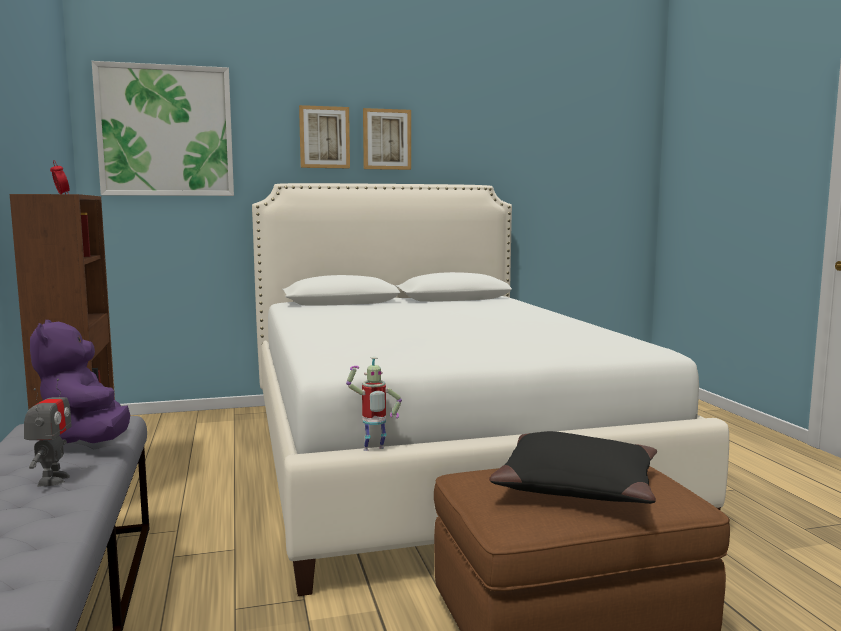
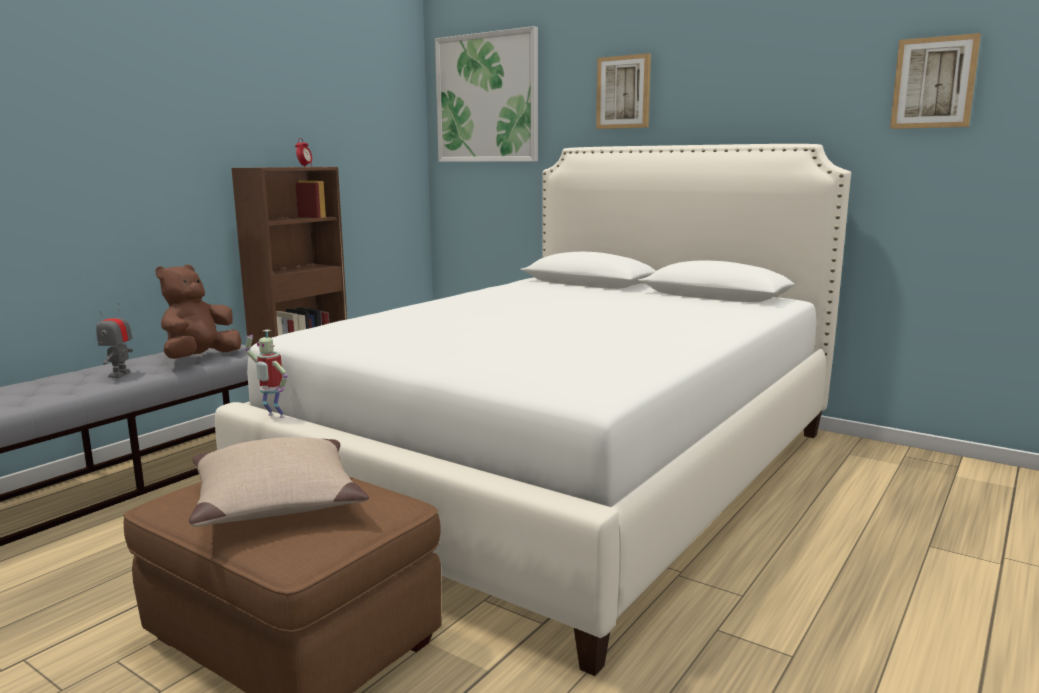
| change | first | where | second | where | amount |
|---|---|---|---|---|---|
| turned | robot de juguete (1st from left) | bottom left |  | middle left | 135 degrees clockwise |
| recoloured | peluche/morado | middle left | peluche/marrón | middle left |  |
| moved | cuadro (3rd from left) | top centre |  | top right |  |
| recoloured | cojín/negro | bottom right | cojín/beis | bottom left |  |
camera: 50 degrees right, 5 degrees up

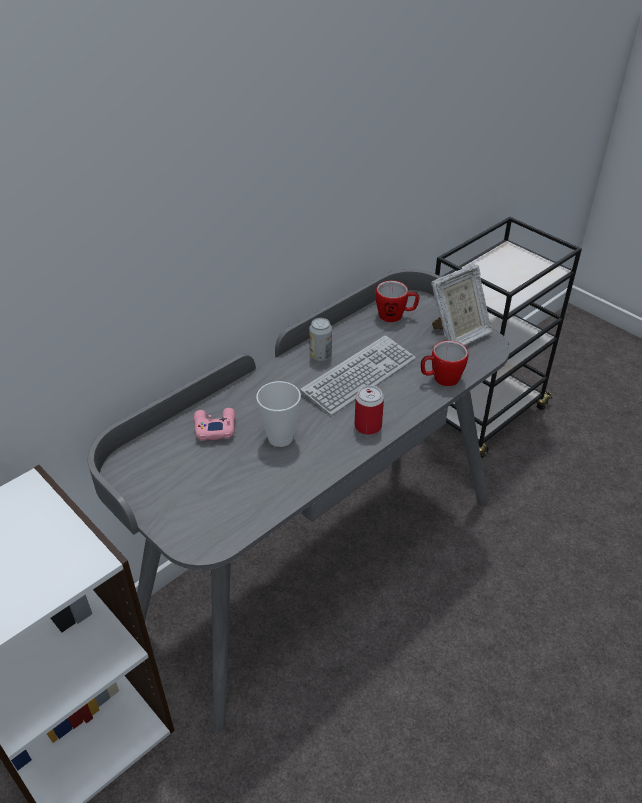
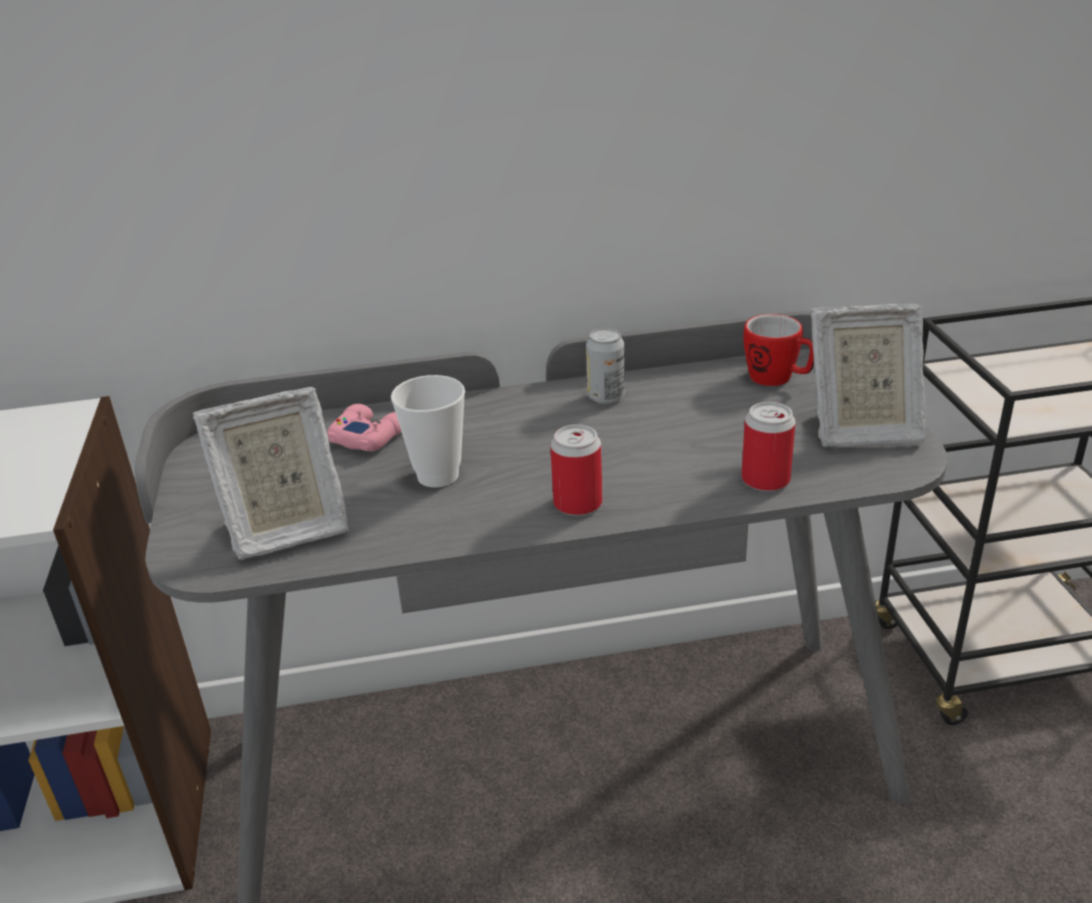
| change | first | where | second | where | amount |
|---|---|---|---|---|---|
| removed | teclado | centre |  |  |  |
| replaced | taza grande (2nd from left) | middle right | lata (3rd from left) | middle right |  |
| added |  |  | portarretratos (1st from left) | middle left |  |
camera: 35 degrees right, 10 degrees down

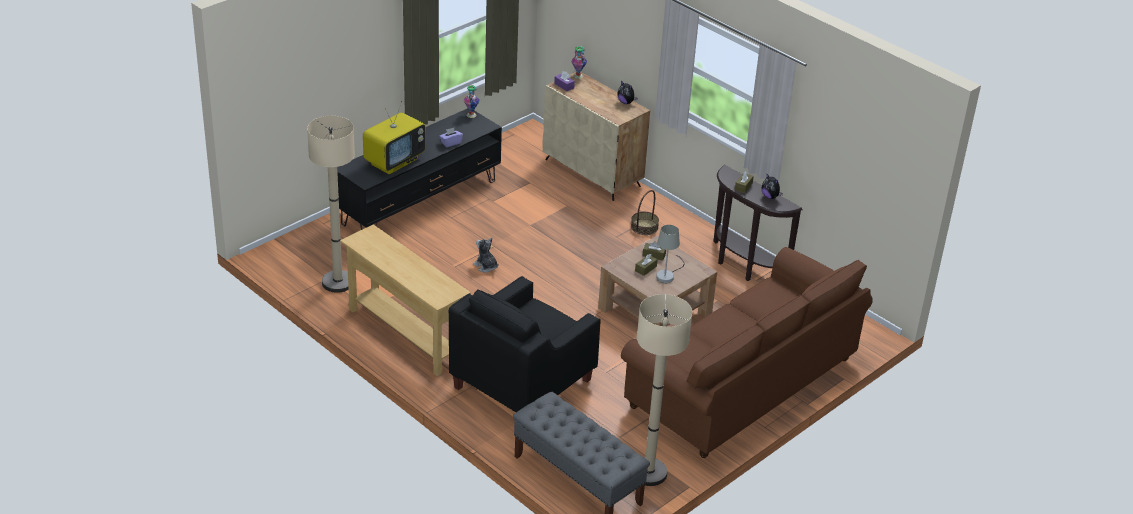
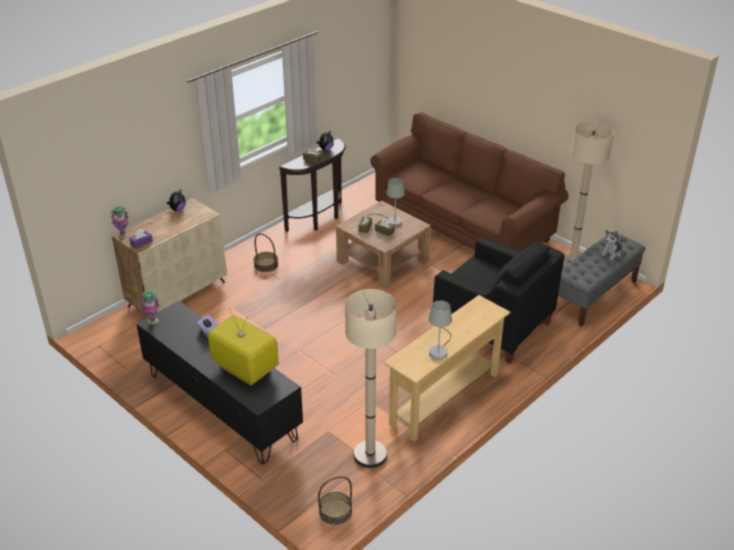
| change | first | where | second | where | amount |
|---|---|---|---|---|---|
| moved | peluche (1st from left in the first image) | centre | peluche (3rd from left) | middle right |  |
| added |  |  | cesta (2nd from left) | bottom centre |  |
| added |  |  | lámpara de mesa/gris (2nd from left) | centre |  |
camera: 90 degrees left, 0 degrees up

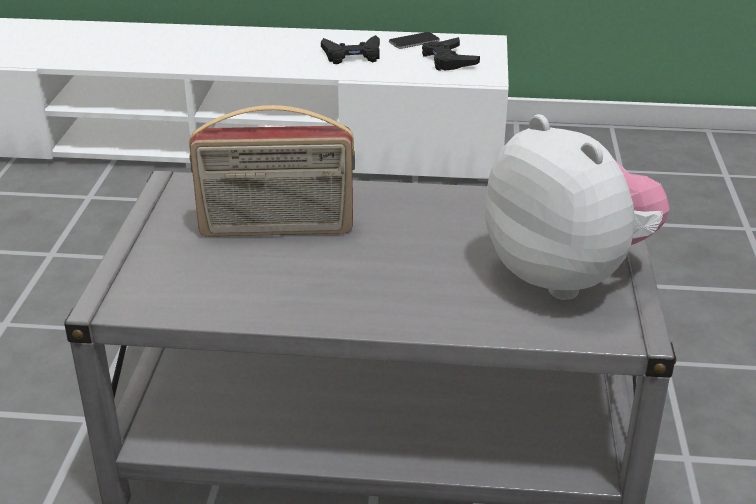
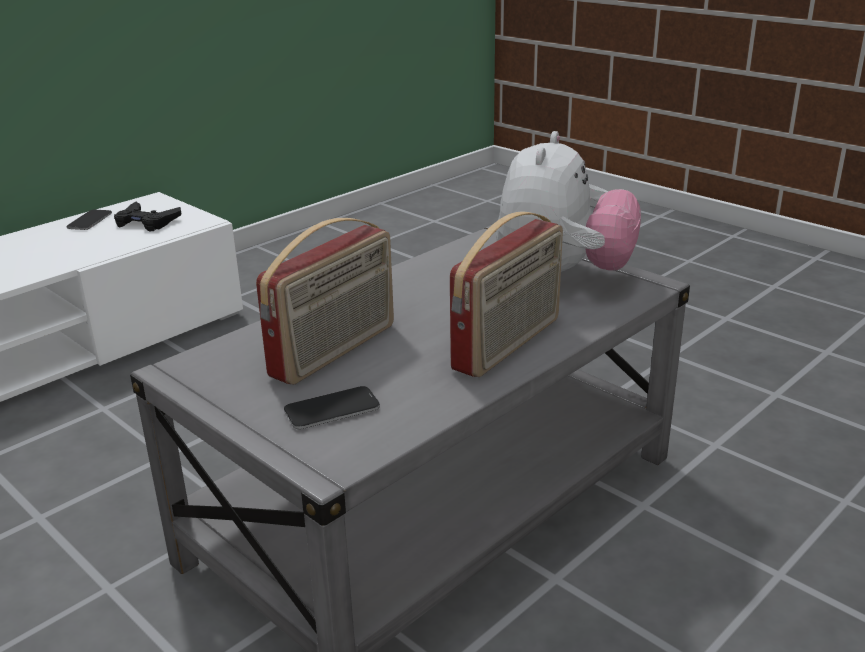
| change | first | where | second | where | amount |
|---|---|---|---|---|---|
| removed | mando de consola/negro (1st from left) | top centre |  |  |  |
| turned | peluche | middle right |  | top centre | 105 degrees clockwise |
| added |  |  | móvil (2nd from left) | centre |  |
| added |  |  | radio (2nd from left) | centre |  |
camera: 50 degrees left, 5 degrees down

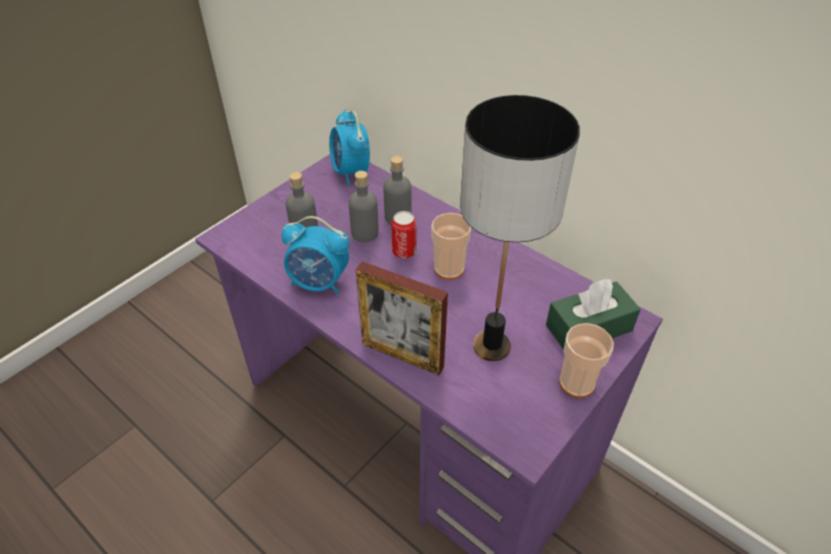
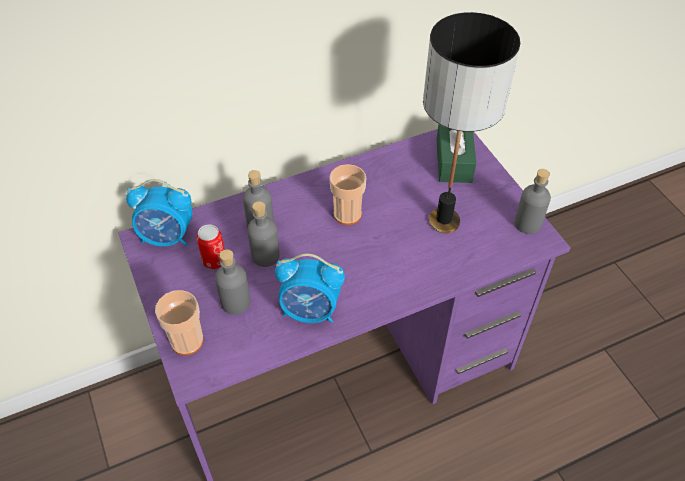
| change | first | where | second | where | amount |
|---|---|---|---|---|---|
| turned | despertador (1st from left in the first image) | centre | despertador (2nd from left) | centre | 60 degrees clockwise |
| removed | portarretratos | centre |  |  |  |
| moved | lata | centre |  | middle left |  |
| moved | taza (2nd from left in the first image) | middle right | taza (1st from left) | bottom left |  |
| added |  |  | botella/gris (4th from left) | middle right |  |
camera: 65 degrees left, 5 degrees up

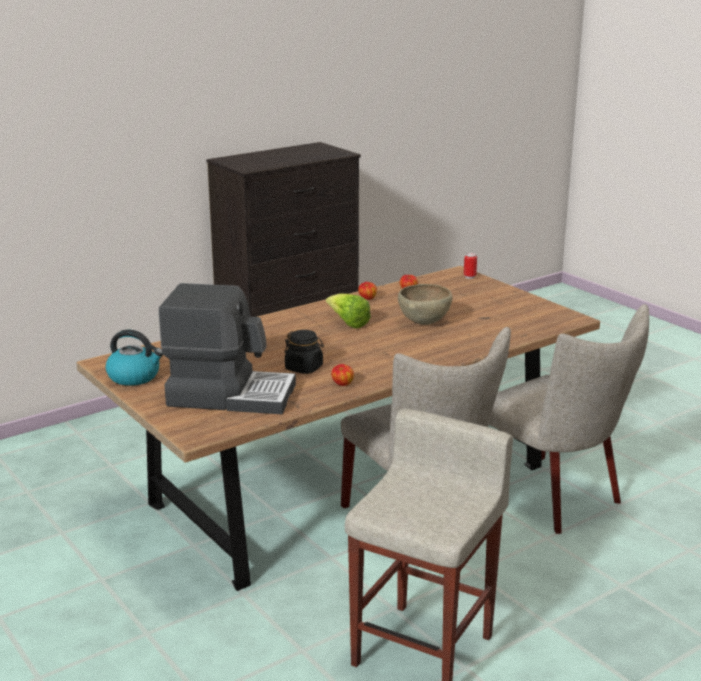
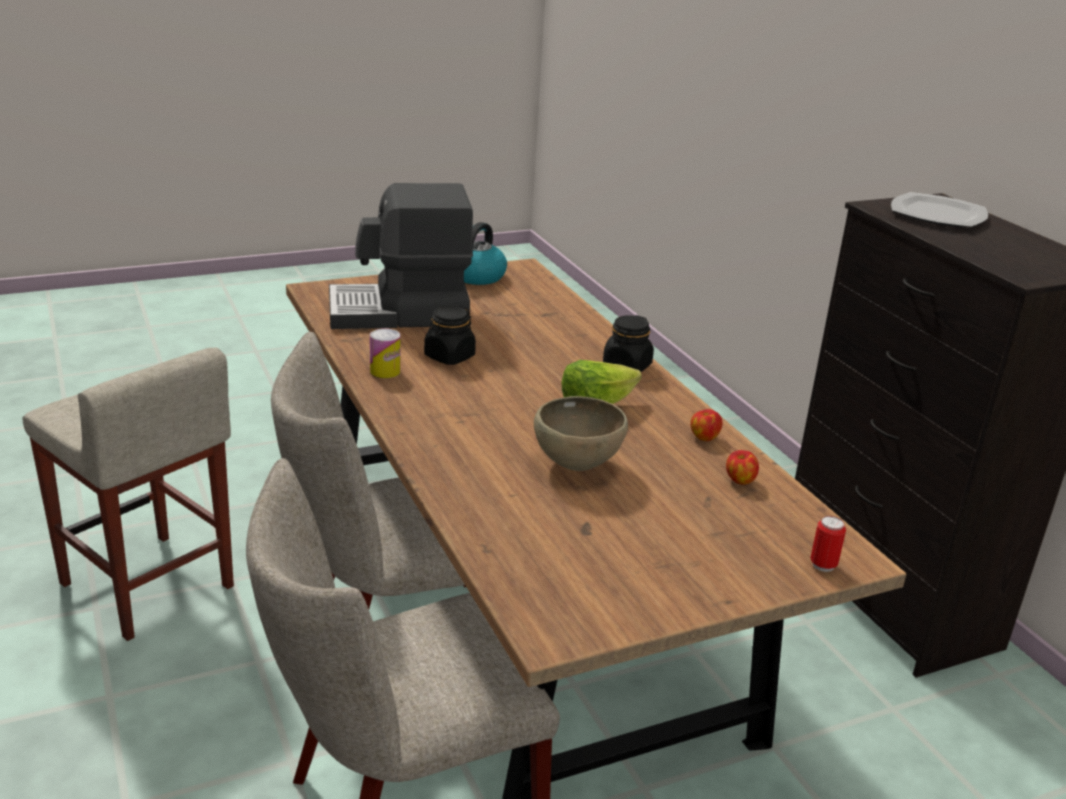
| change | first | where | second | where | amount |
|---|---|---|---|---|---|
| turned | cafetera | middle left |  | top centre | 60 degrees clockwise |
| replaced | manzana (1st from left) | centre | lata (1st from left) | centre |  |
| added |  |  | tarro/negro (2nd from left) | centre |  |
| added |  |  | plato | top right |  |
camera: 100 degrees right, 5 degrees up

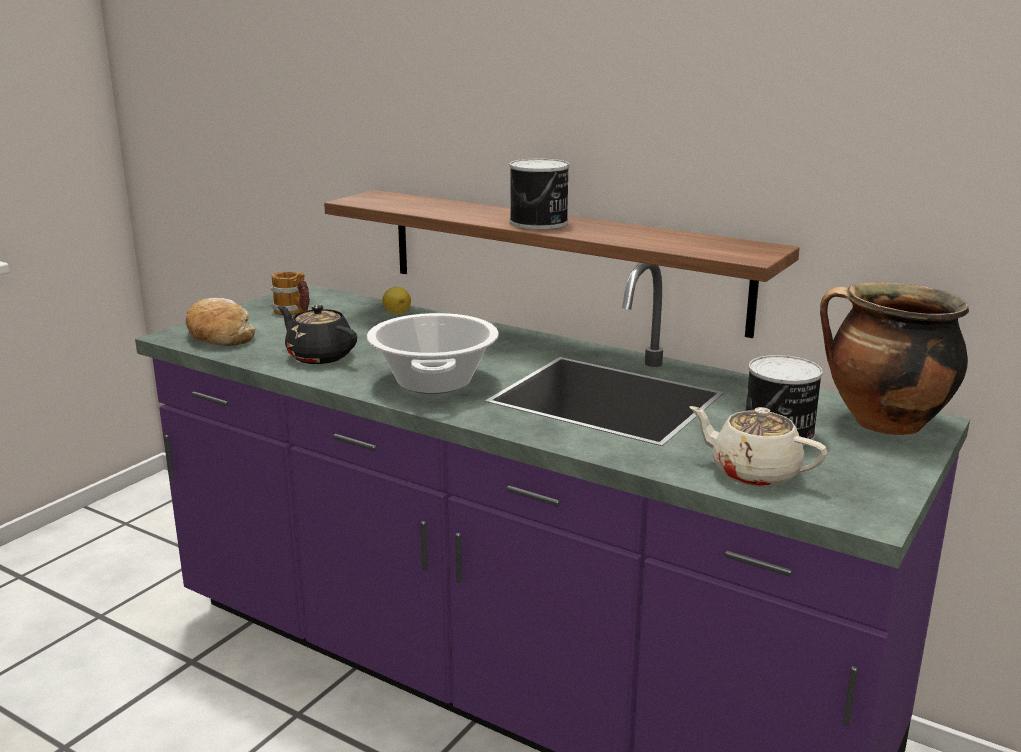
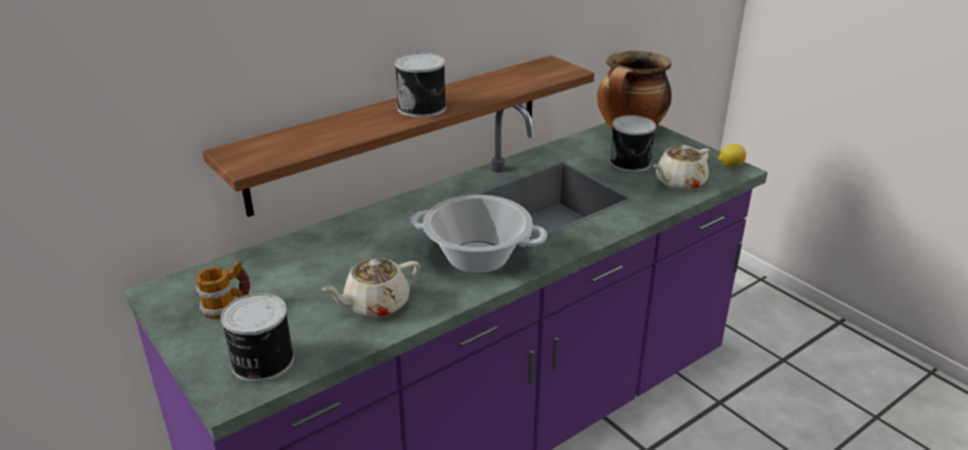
| change | first | where | second | where | amount |
|---|---|---|---|---|---|
| replaced | pan | middle left | lata (1st from left) | bottom left |  |
| recoloured | tetera/negro | middle left | tetera/beis (1st from left) | centre |  |
| moved | limón | centre |  | middle right |  |
camera: 70 degrees left, 10 degrees up

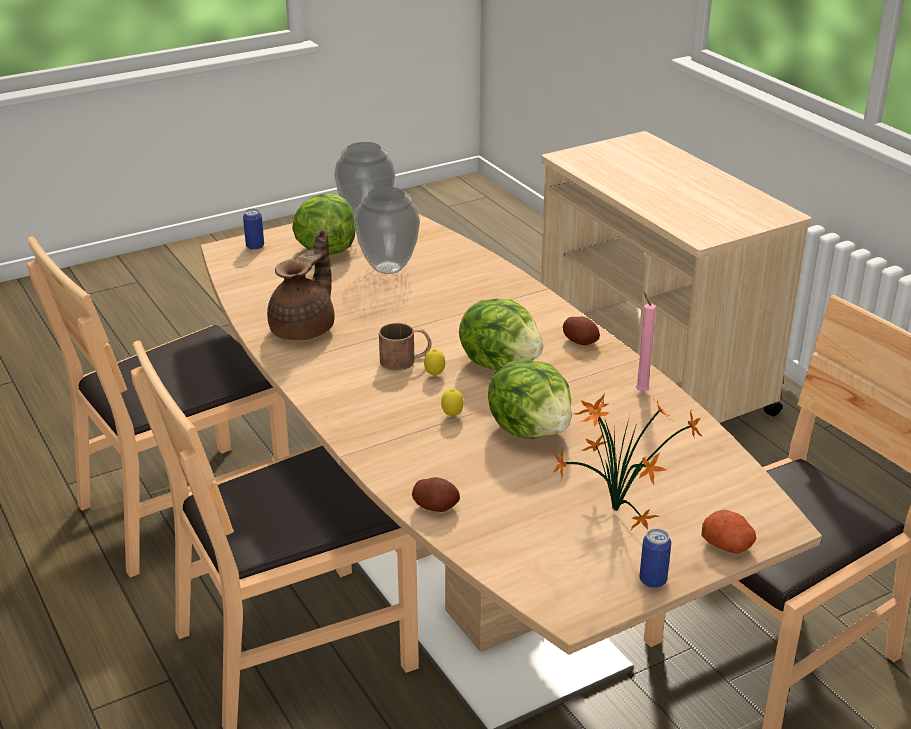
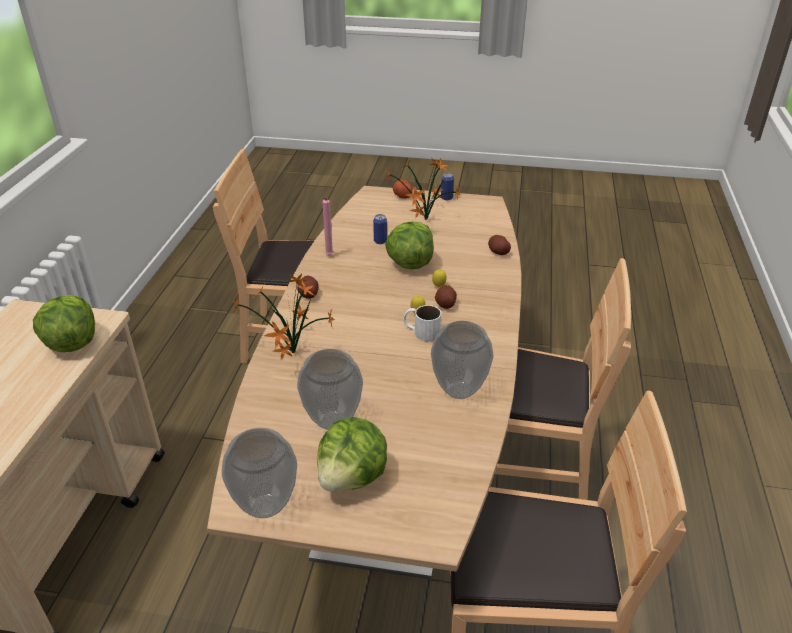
| change | first | where | second | where | amount |
|---|---|---|---|---|---|
| moved | lata (1st from left) | top left |  | centre |  |
| replaced | tetera/marrón | middle left | florero (3rd from left) | centre |  |
| recoloured | taza grande/marrón | centre | taza grande/blanco | centre |  |
| moved | lechuga (2nd from left in the first image) | centre | lechuga (1st from left) | middle left |  |
| added |  |  | planta en maceta (1st from left) | centre |  |
| added |  |  | patata (3rd from left) | centre |  |
camera: 140 degrees left, 5 degrees up

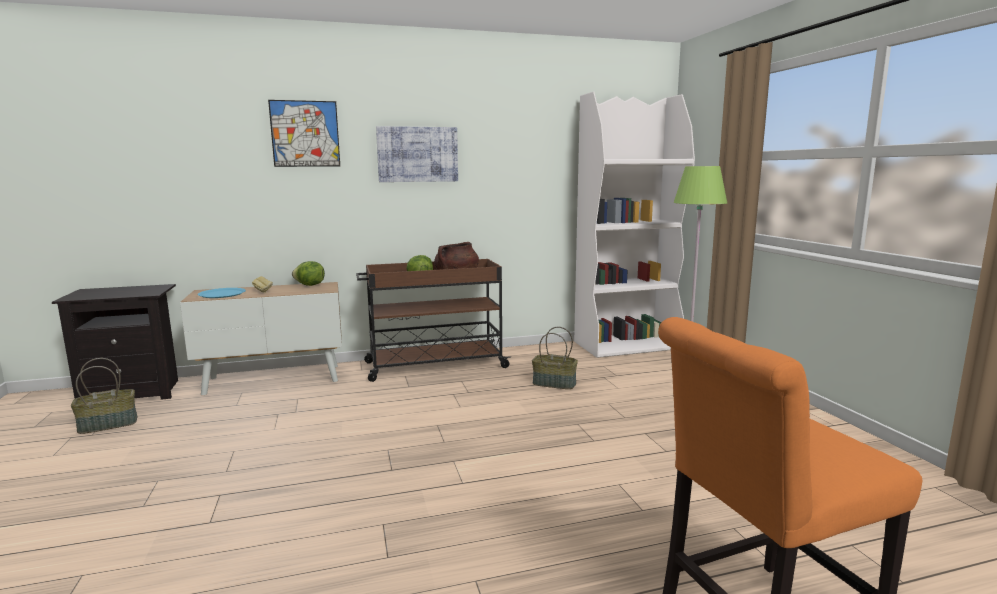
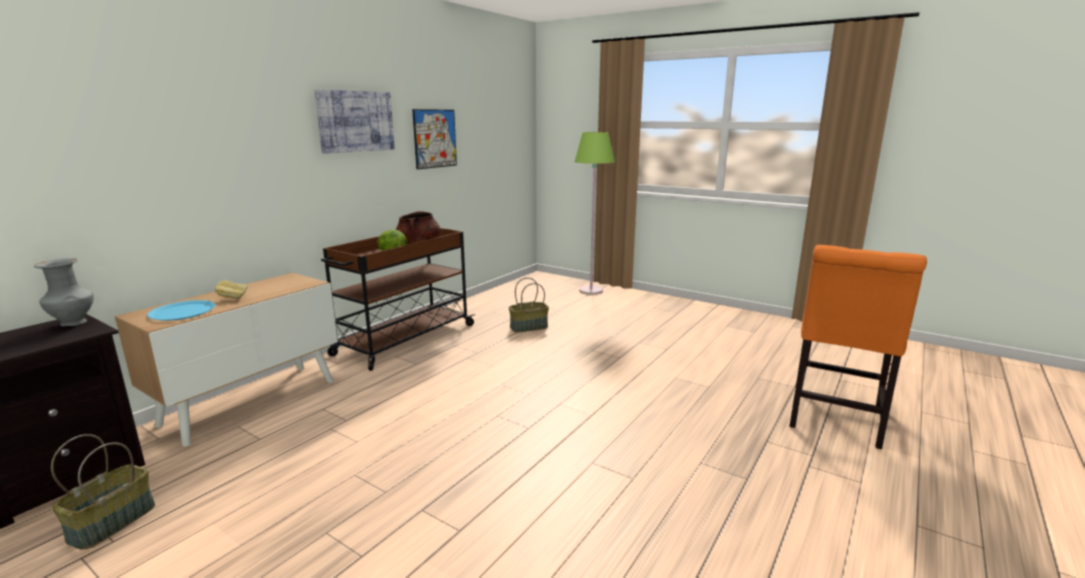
| change | first | where | second | where | amount |
|---|---|---|---|---|---|
| moved | cuadro (1st from left in the first image) | top left | cuadro (2nd from left) | top centre |  |
| removed | lechuga (1st from left) | middle left |  |  |  |
| removed | estantería/blanco | centre |  |  |  |
| added |  |  | florero/gris | middle left |  |
camera: 40 degrees left, 5 degrees up

